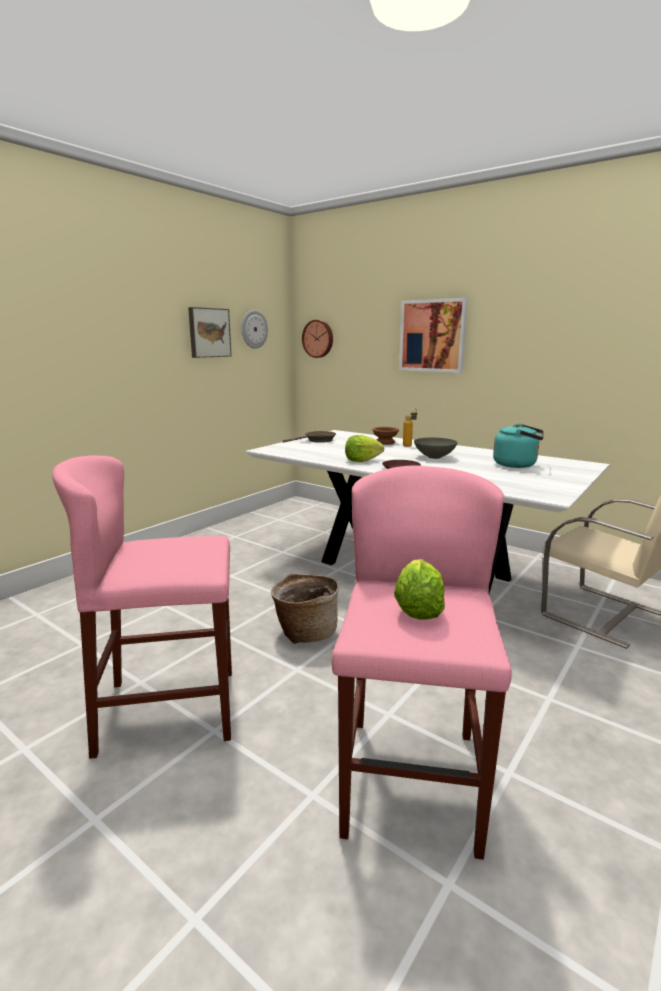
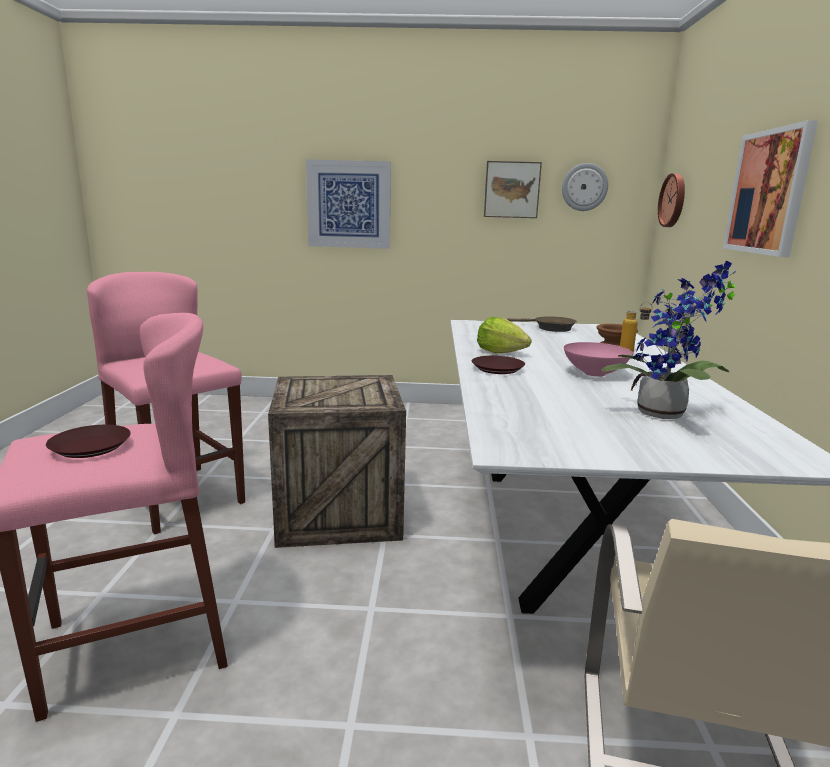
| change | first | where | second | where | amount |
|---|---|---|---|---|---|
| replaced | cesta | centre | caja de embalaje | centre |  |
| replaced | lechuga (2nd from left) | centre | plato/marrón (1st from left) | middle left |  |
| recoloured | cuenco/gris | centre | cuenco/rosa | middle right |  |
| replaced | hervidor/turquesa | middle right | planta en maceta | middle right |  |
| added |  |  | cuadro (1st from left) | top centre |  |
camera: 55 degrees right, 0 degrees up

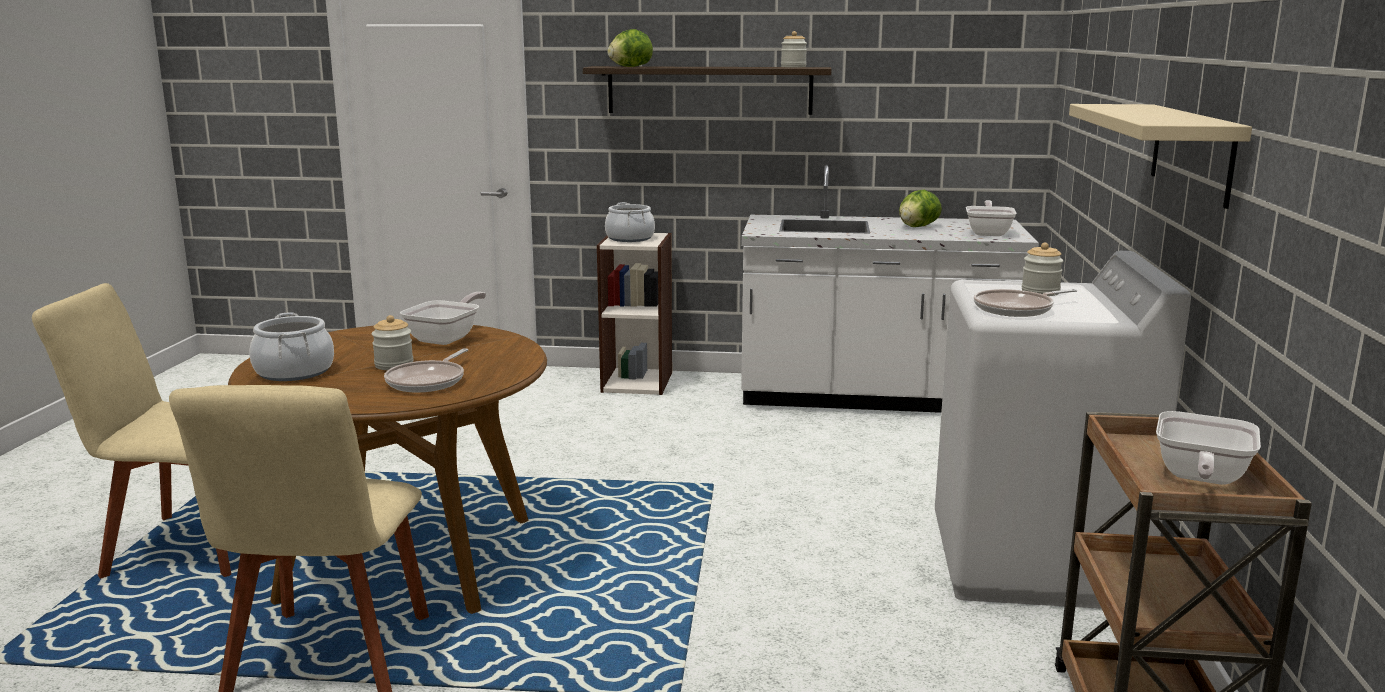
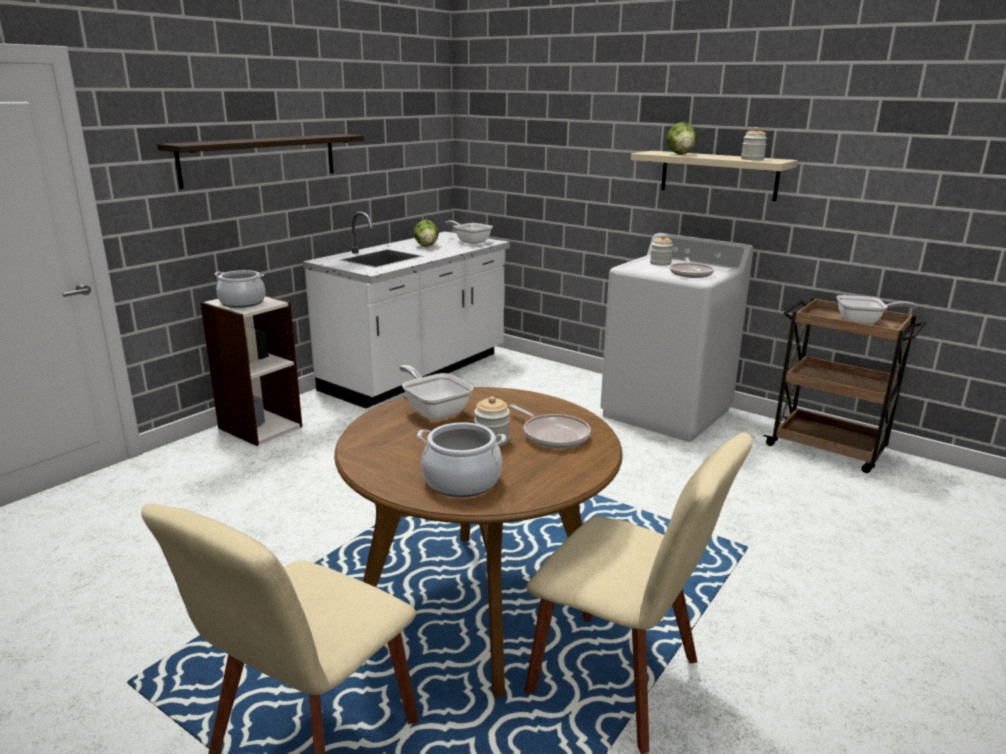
| change | first | where | second | where | amount |
|---|---|---|---|---|---|
| moved | lechuga (1st from left in the first image) | top centre | lechuga (2nd from left) | top right |  |
| moved | tarro (2nd from left in the first image) | top centre | tarro (3rd from left) | top right |  |
| turned | sartén (5th from left) | middle right |  | middle right | 45 degrees counterclockwise |
camera: 60 degrees left, 5 degrees up

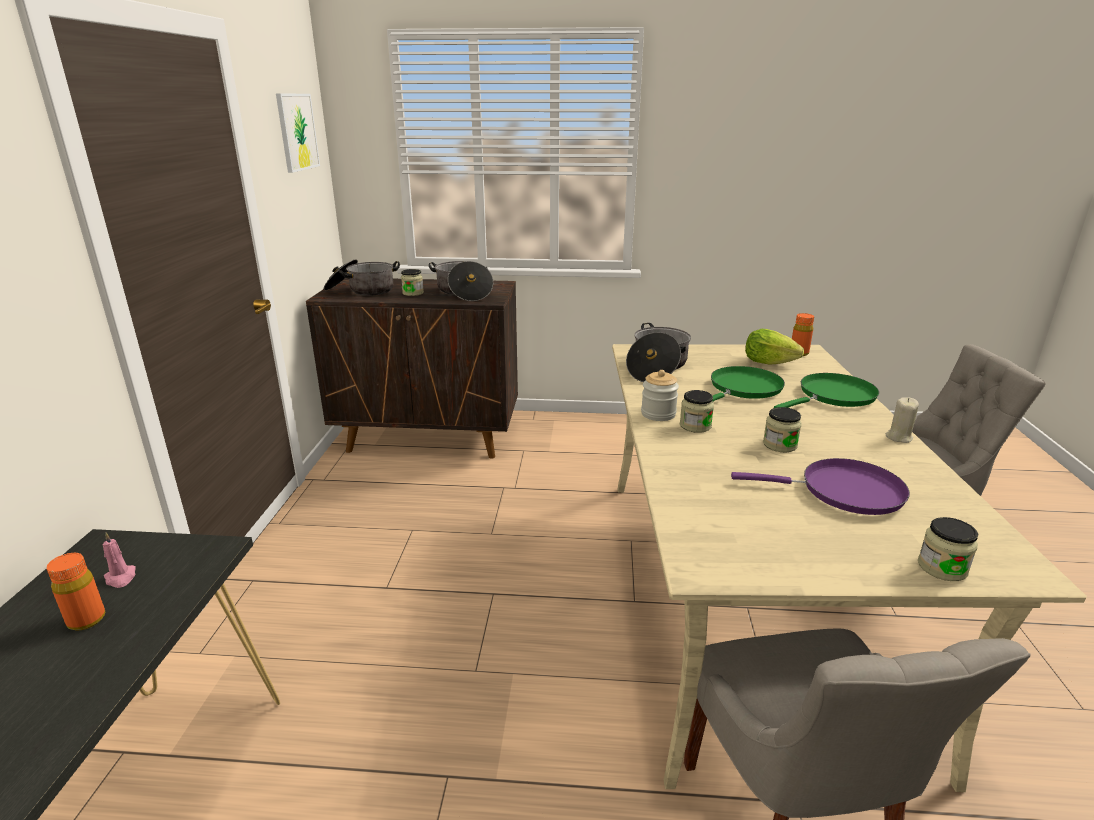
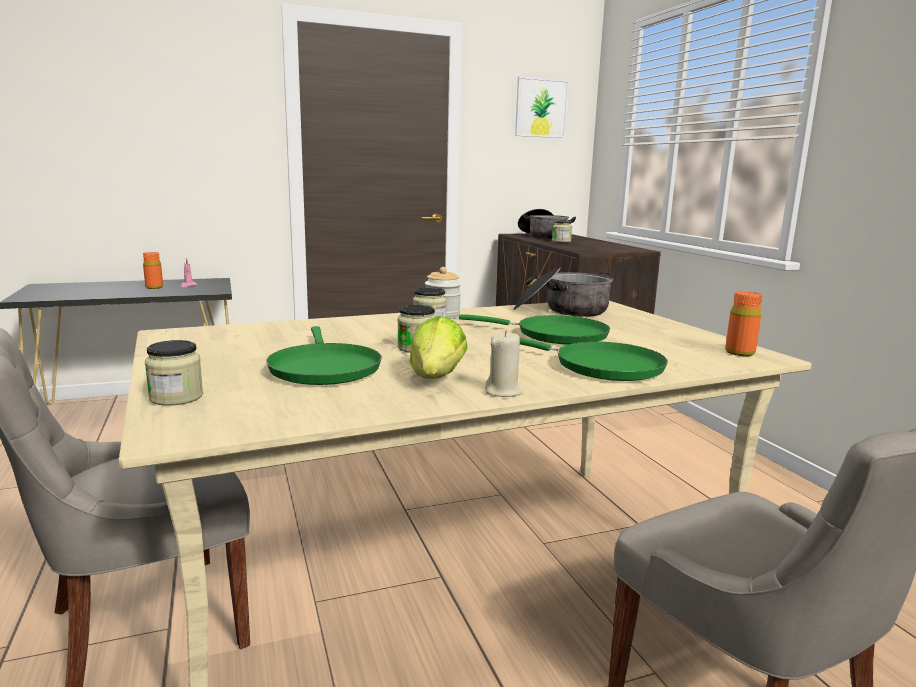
| change | first | where | second | where | amount |
|---|---|---|---|---|---|
| removed | olla (2nd from left) | centre |  |  |  |
| recoloured | sartén/morado | middle right | sartén/verde (1st from left) | centre |  |
| moved | lechuga | middle right |  | centre |  |
camera: 65 degrees right, 10 degrees down

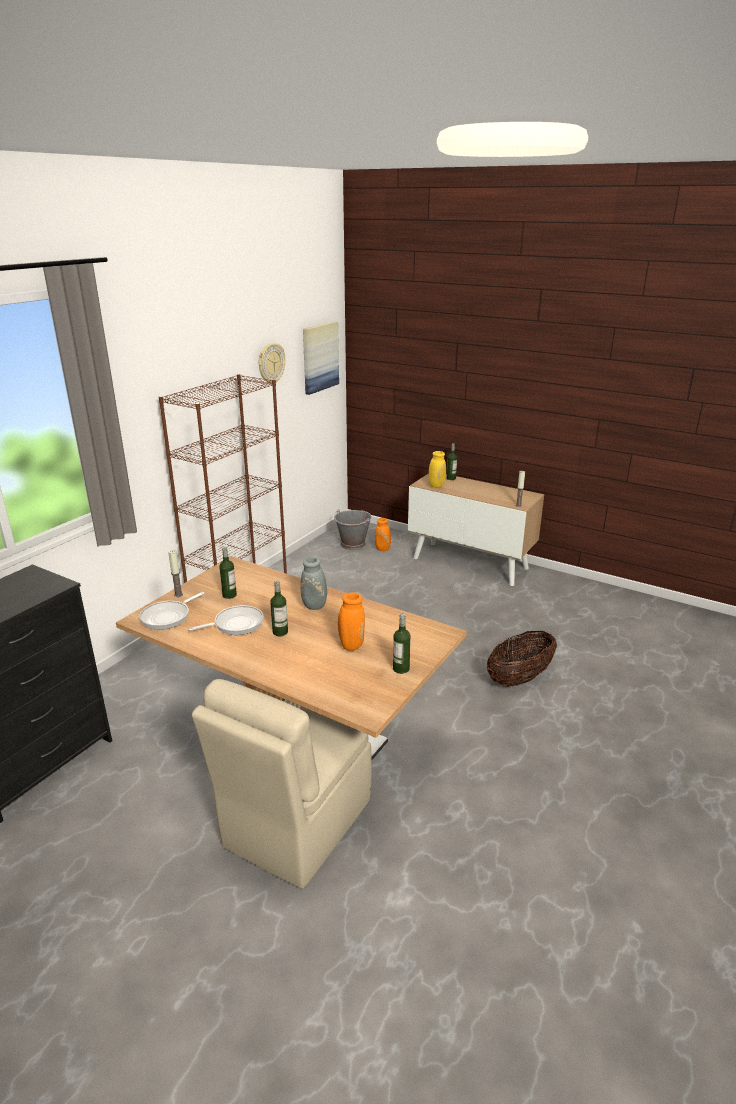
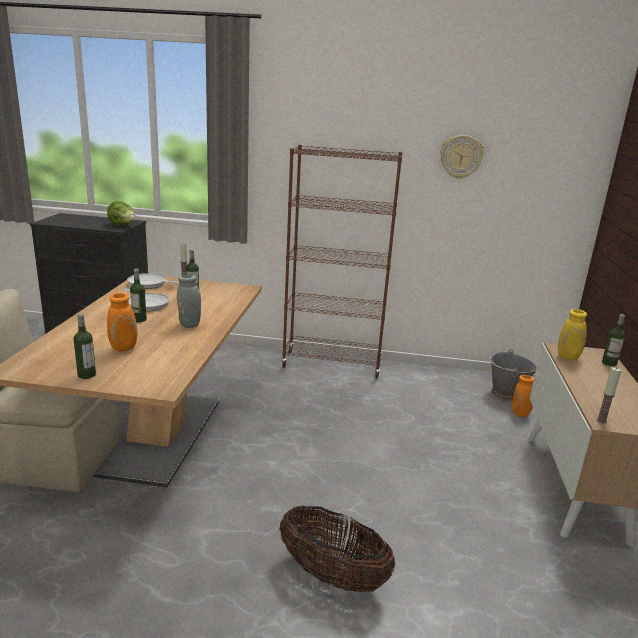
| change | first | where | second | where | amount |
|---|---|---|---|---|---|
| removed | cuadro | top centre |  |  |  |
| added |  |  | lechuga | middle left |  |
camera: 65 degrees right, 5 degrees down

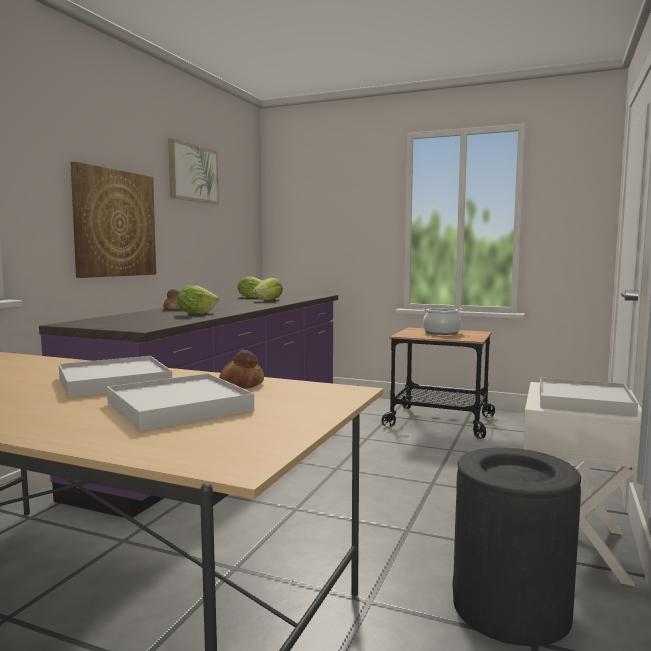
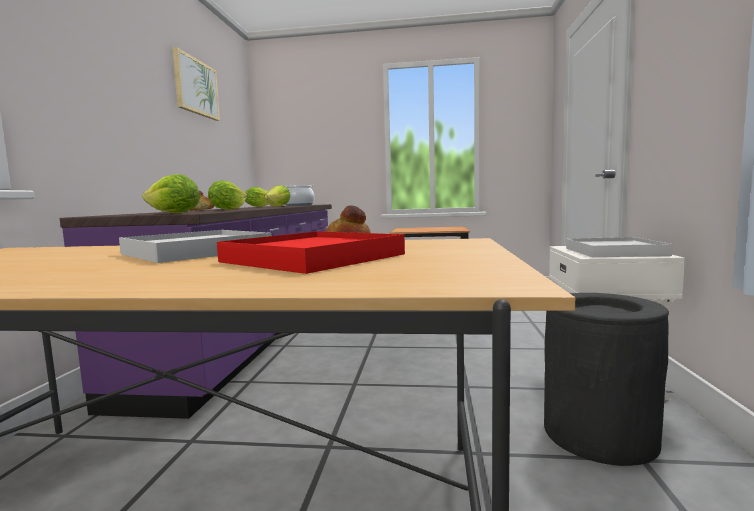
| change | first | where | second | where | amount |
|---|---|---|---|---|---|
| removed | cuadro (1st from left) | middle left |  |  |  |
| recoloured | bandeja/blanco (2nd from left) | middle left | bandeja/rojo | centre |  |
| moved | olla | middle right |  | centre |  |
| added |  |  | lechuga (1st from left) | middle left |  |
camera: 15 degrees left, 0 degrees up

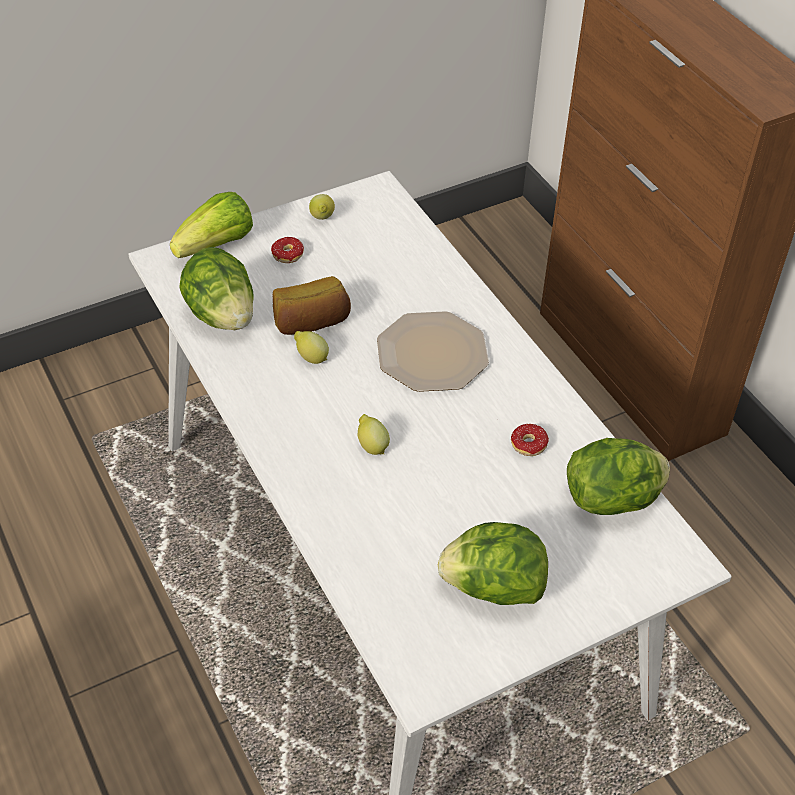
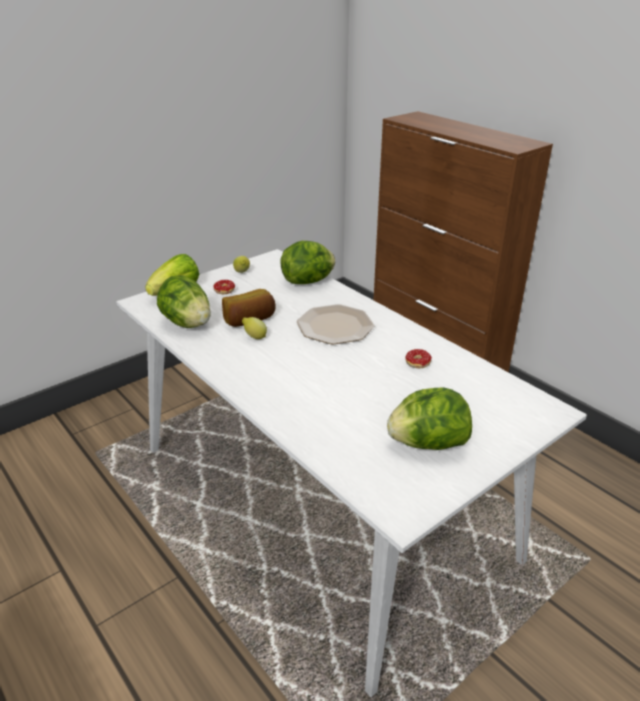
| change | first | where | second | where | amount |
|---|---|---|---|---|---|
| removed | limón (3rd from left) | centre |  |  |  |
| moved | lechuga (4th from left in the first image) | middle right | lechuga (3rd from left) | centre |  |
camera: 10 degrees left, 15 degrees down

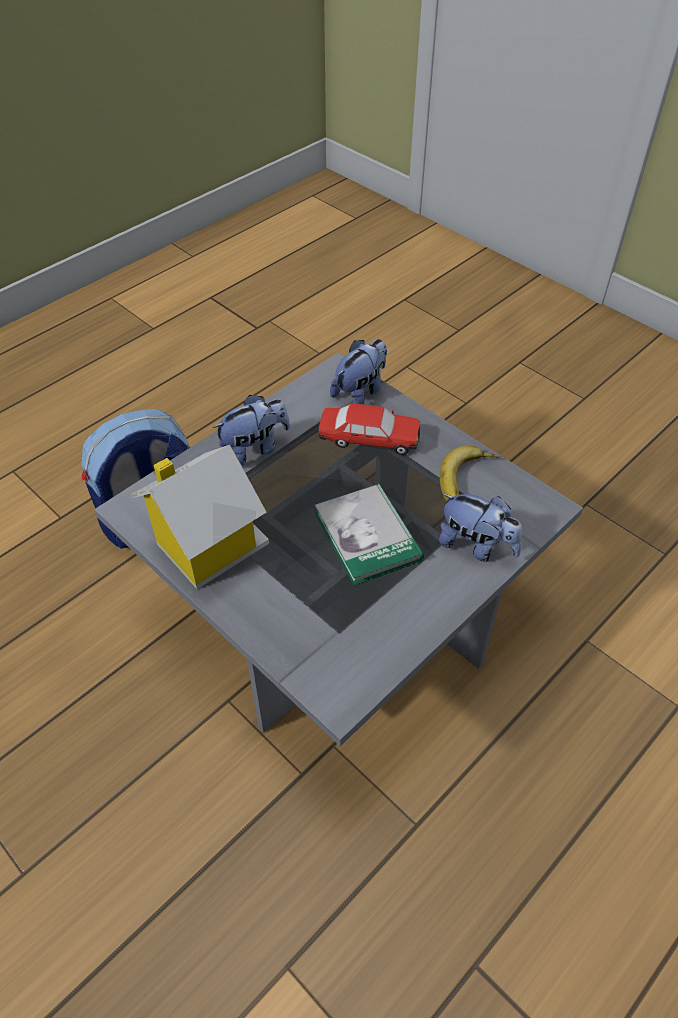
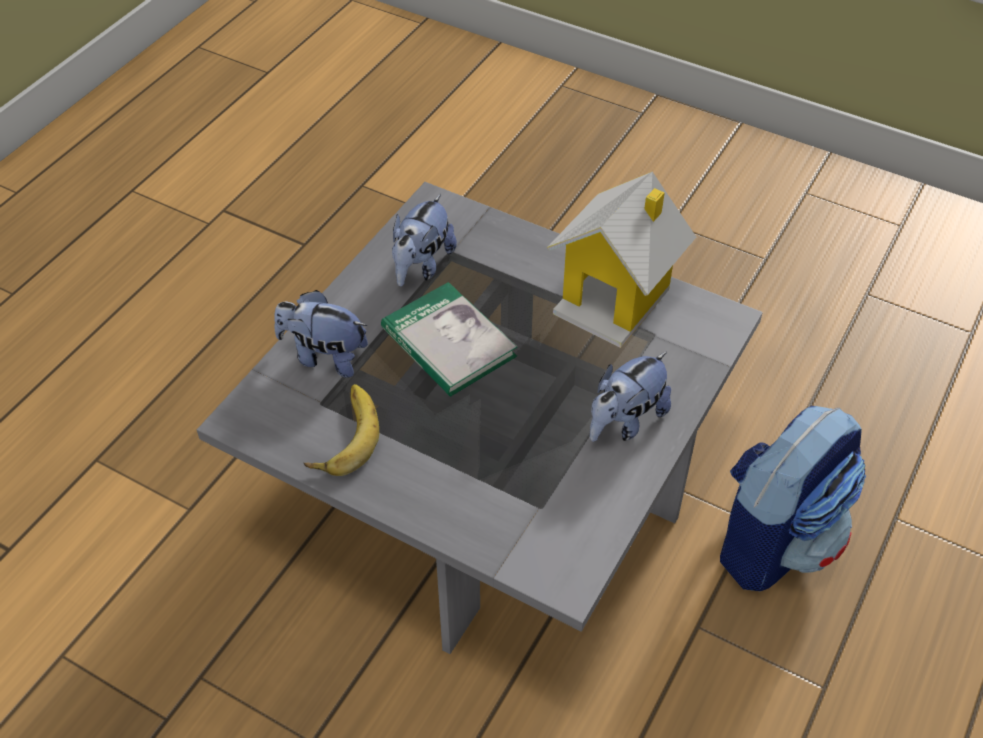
| change | first | where | second | where | amount |
|---|---|---|---|---|---|
| removed | coche de juguete | centre |  |  |  |
| moved | peluche (2nd from left) | centre |  | top centre |  |
camera: 165 degrees right, 0 degrees up

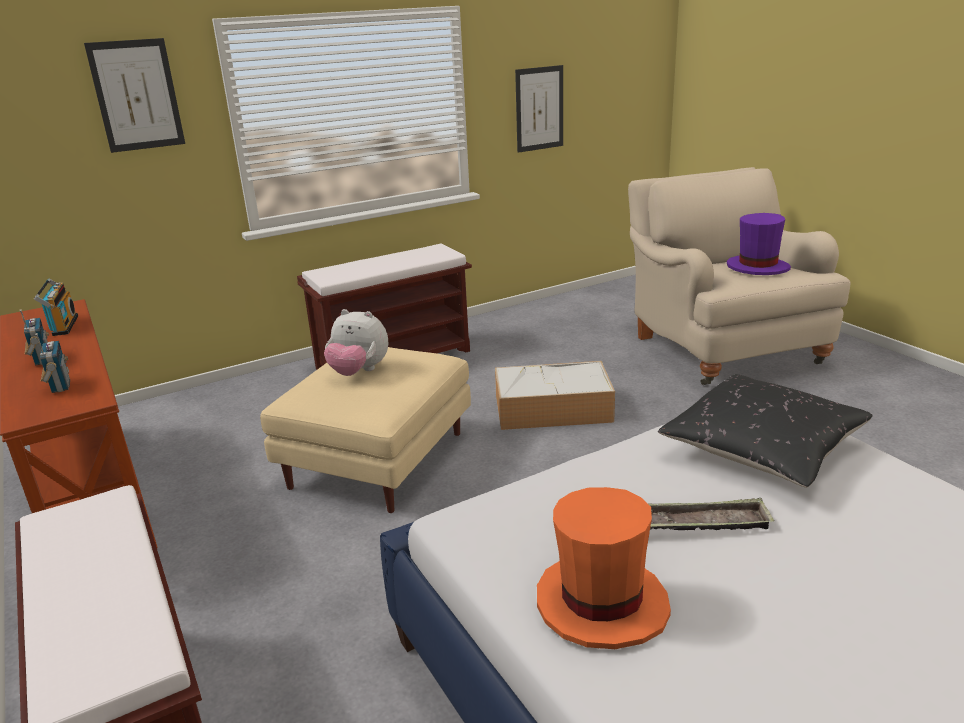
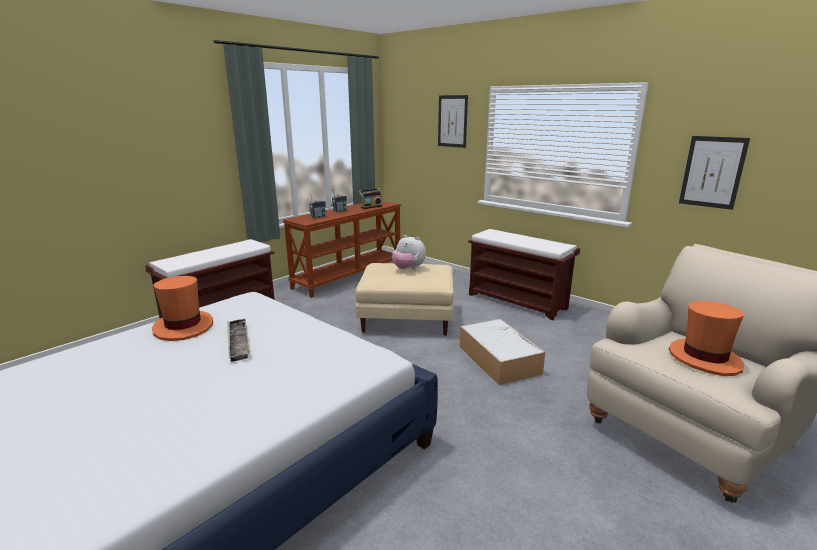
| change | first | where | second | where | amount |
|---|---|---|---|---|---|
| turned | peluche | centre |  | centre | 60 degrees counterclockwise |
| removed | cojín/negro | middle right |  |  |  |
| recoloured | sombrero/morado | middle right | sombrero/naranja (2nd from left) | middle right |  |
camera: 70 degrees right, 5 degrees down

